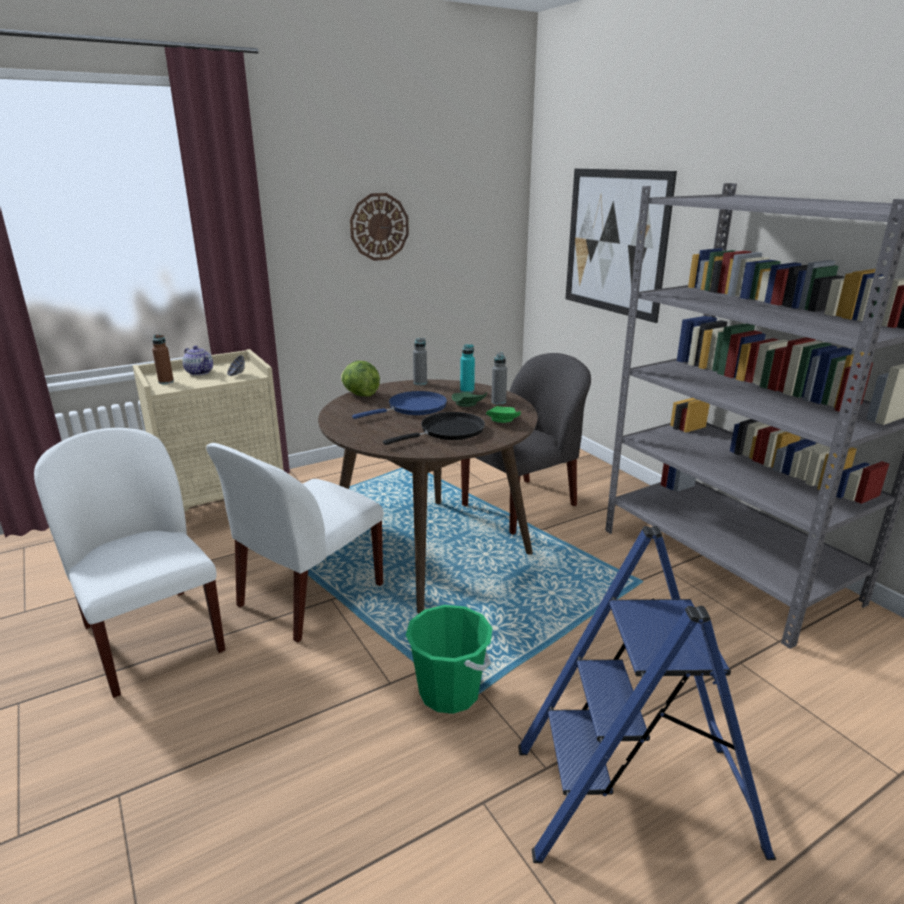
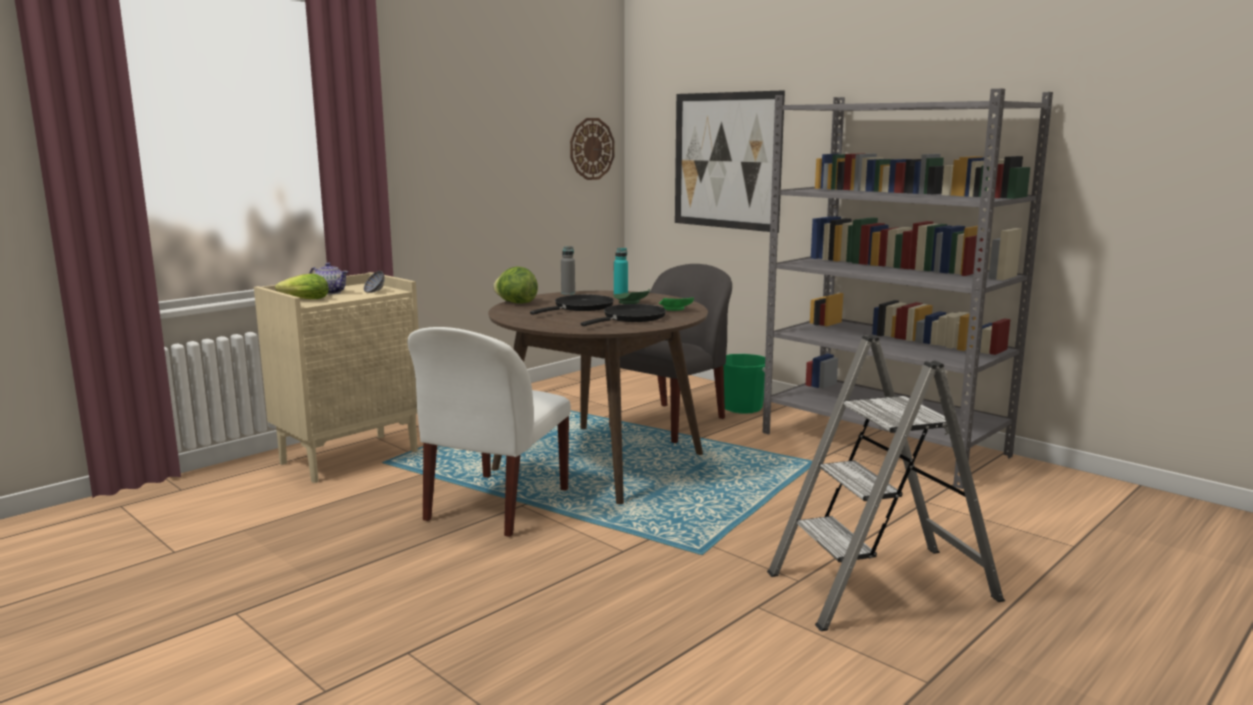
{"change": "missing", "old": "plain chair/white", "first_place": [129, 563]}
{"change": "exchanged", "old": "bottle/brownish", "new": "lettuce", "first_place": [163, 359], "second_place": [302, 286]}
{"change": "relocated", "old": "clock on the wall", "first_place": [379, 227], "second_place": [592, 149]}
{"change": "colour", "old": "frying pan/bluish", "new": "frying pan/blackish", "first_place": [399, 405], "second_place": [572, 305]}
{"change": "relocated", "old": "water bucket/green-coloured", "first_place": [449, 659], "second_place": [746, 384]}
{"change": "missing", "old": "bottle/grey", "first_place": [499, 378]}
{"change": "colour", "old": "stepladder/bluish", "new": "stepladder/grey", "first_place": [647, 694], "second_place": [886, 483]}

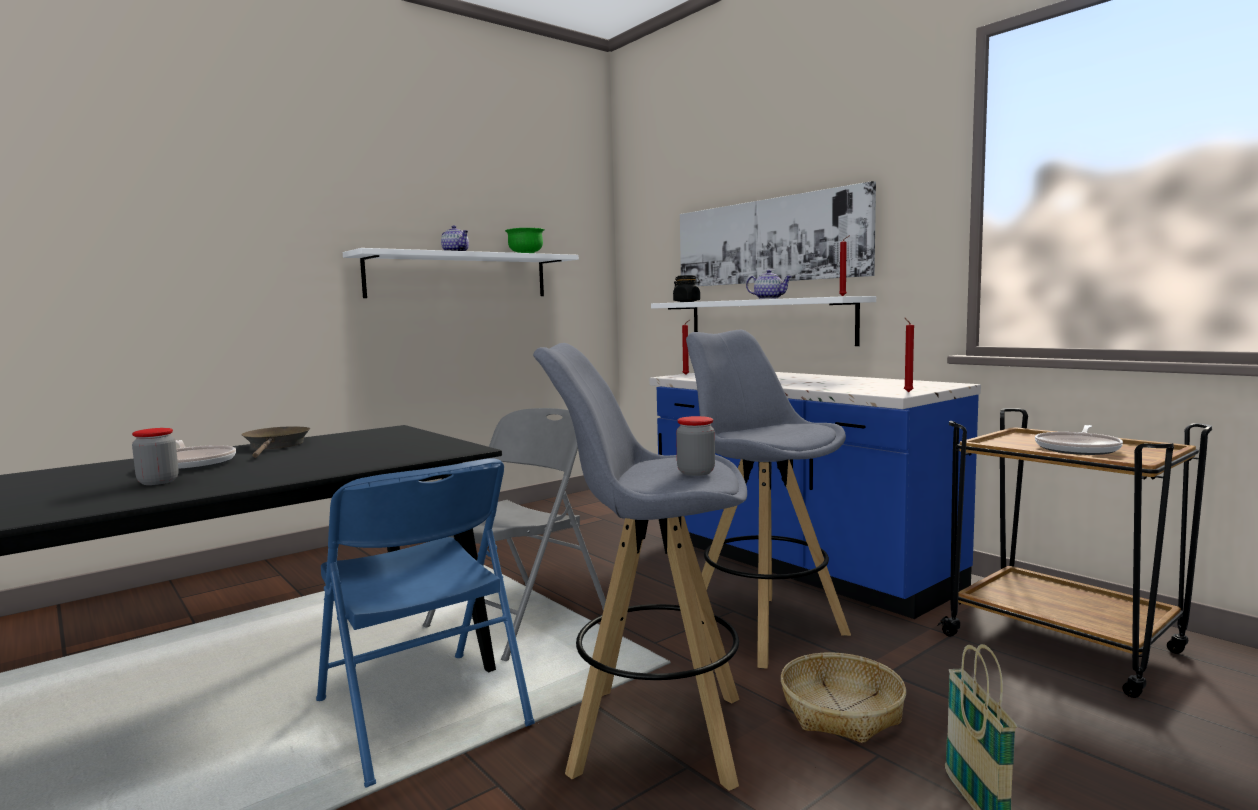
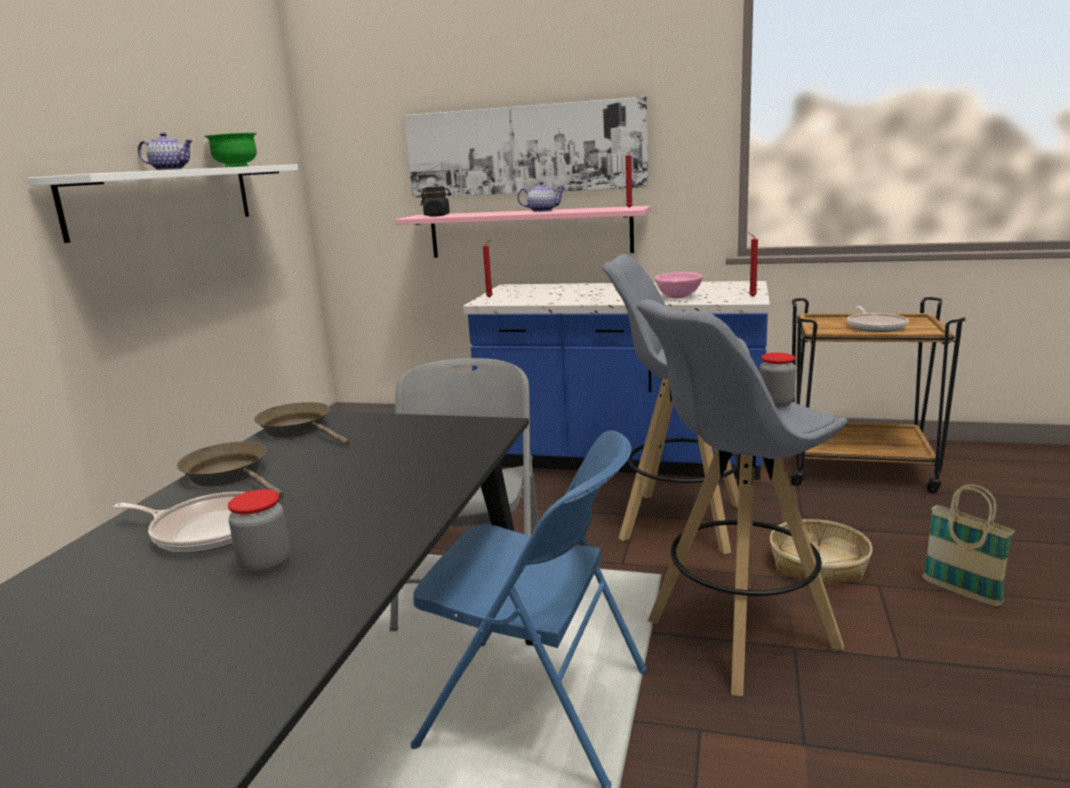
{"change": "colour", "old": "wall shelf/white", "new": "wall shelf/pink", "first_place": [763, 321], "second_place": [523, 232]}
{"change": "appeared", "new": "frying pan/brownish", "second_place": [302, 423]}
{"change": "appeared", "new": "deep dish/pink", "second_place": [679, 285]}

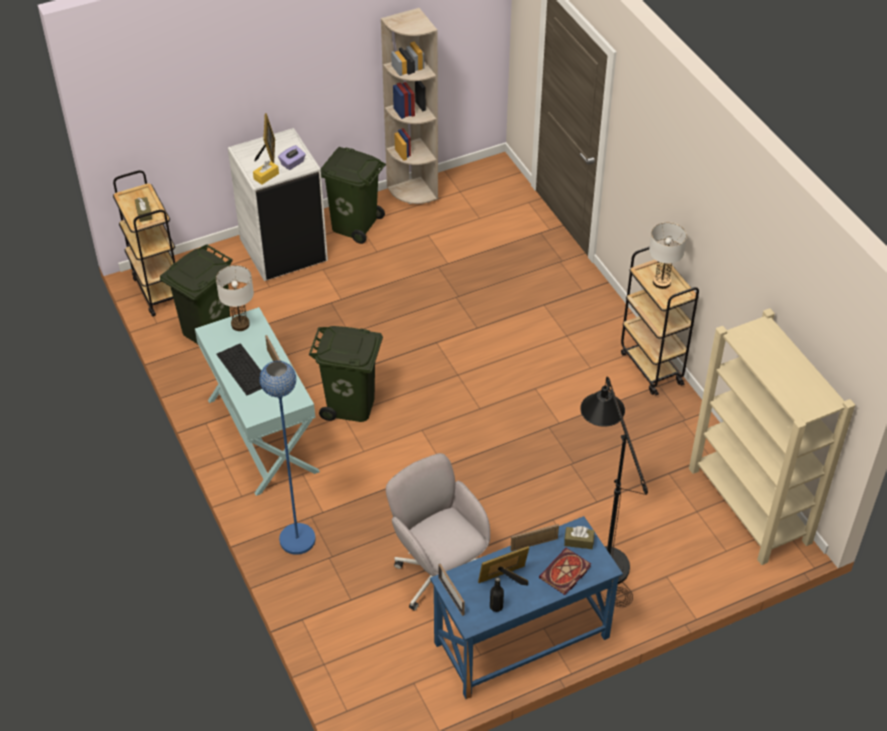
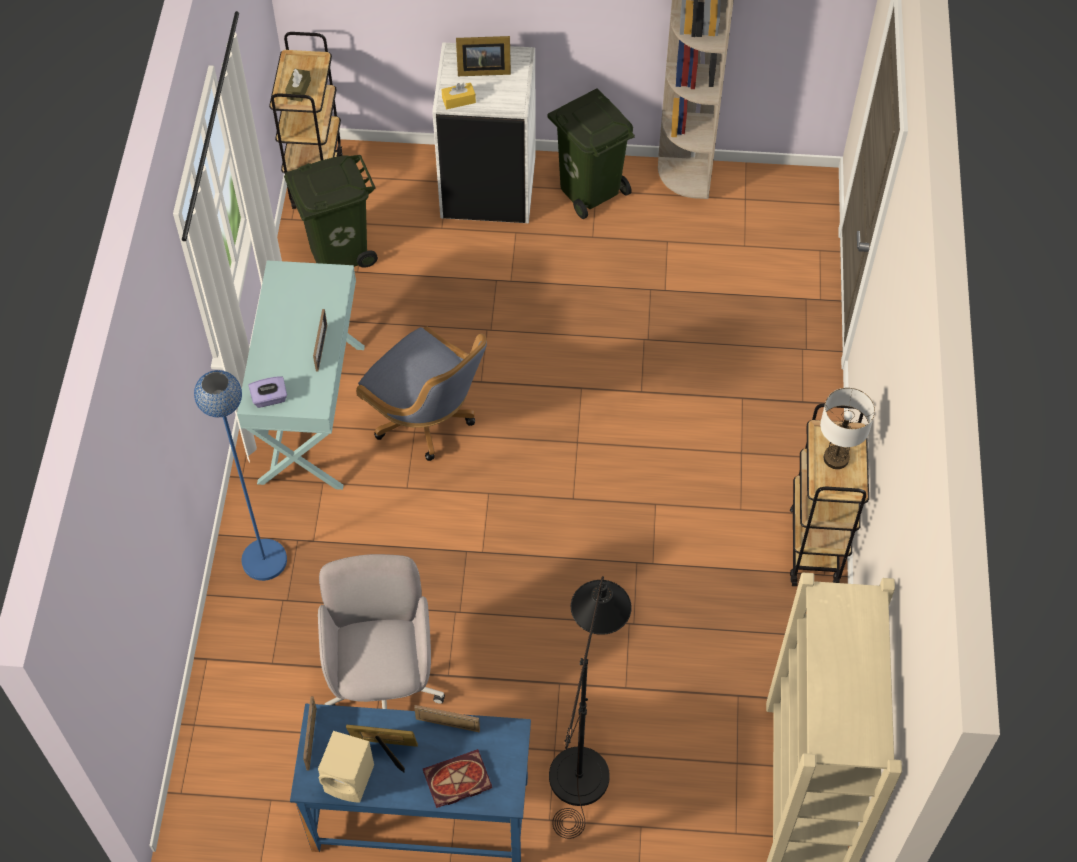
{"change": "missing", "old": "table lamp", "first_place": [235, 298]}
{"change": "missing", "old": "PC keyboard", "first_place": [239, 369]}
{"change": "spun", "old": "picture frame", "first_place": [264, 138], "second_place": [483, 56], "degrees": 60}
{"change": "relocated", "old": "tissue box/purplish", "first_place": [292, 157], "second_place": [268, 392]}
{"change": "exchanged", "old": "rubbish bin/green-coloured", "new": "computer chair/bluish", "first_place": [346, 374], "second_place": [421, 393]}
{"change": "exchanged", "old": "bottle/blackish", "new": "loudspeaker/sand-coloured", "first_place": [497, 594], "second_place": [346, 767]}
{"change": "missing", "old": "tissue box/brownish", "first_place": [579, 537]}

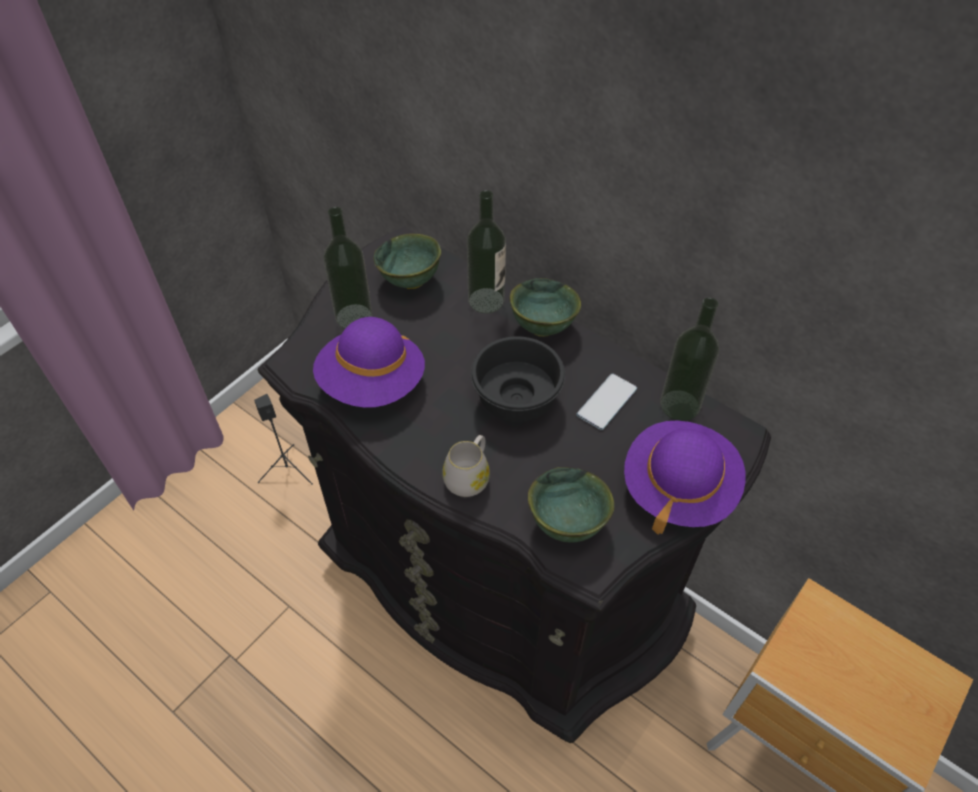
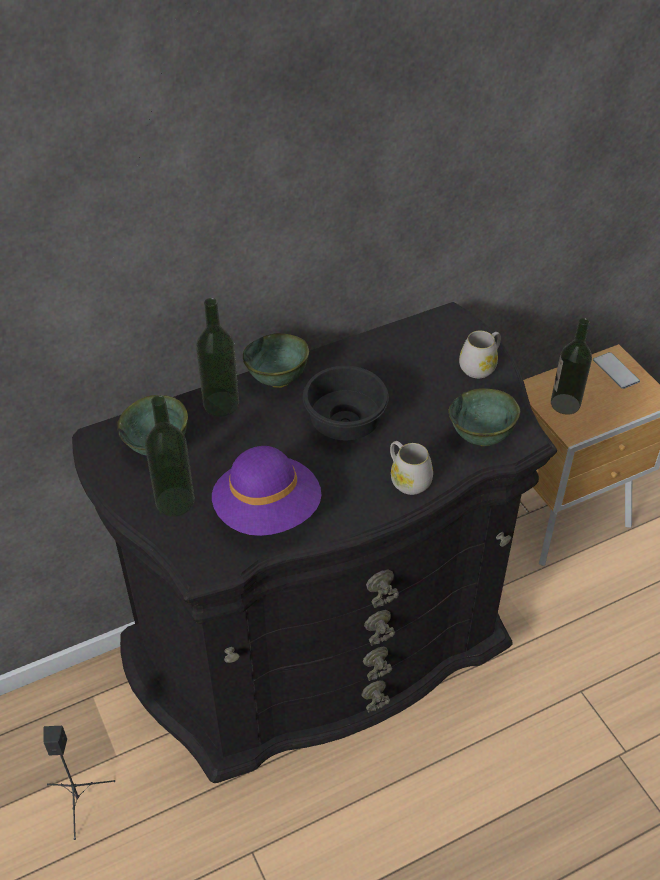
{"change": "relocated", "old": "telephone", "first_place": [607, 402], "second_place": [616, 370]}
{"change": "exchanged", "old": "wearable hat/purplish", "new": "mug/white", "first_place": [685, 478], "second_place": [480, 354]}
{"change": "relocated", "old": "bottle", "first_place": [689, 359], "second_place": [571, 366]}

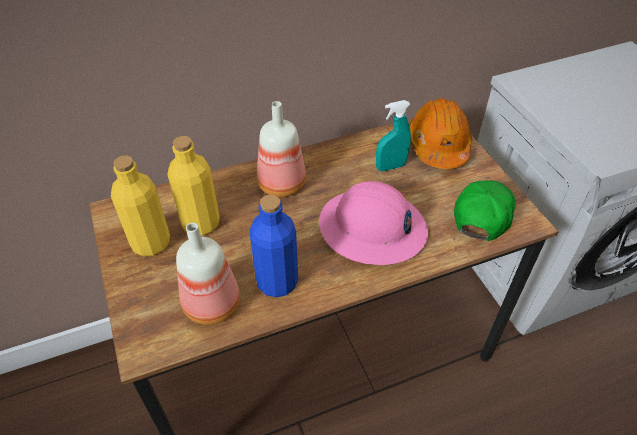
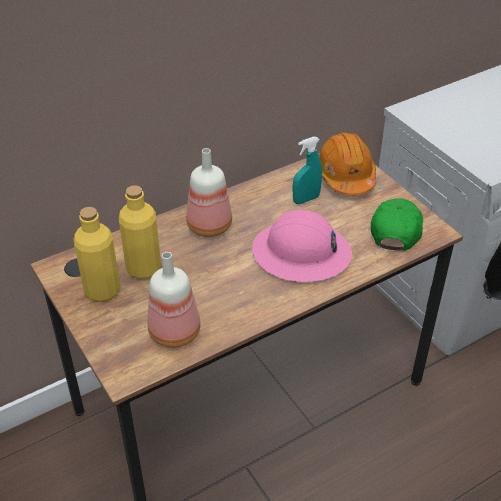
{"change": "missing", "old": "bottle/bluish", "first_place": [273, 246]}

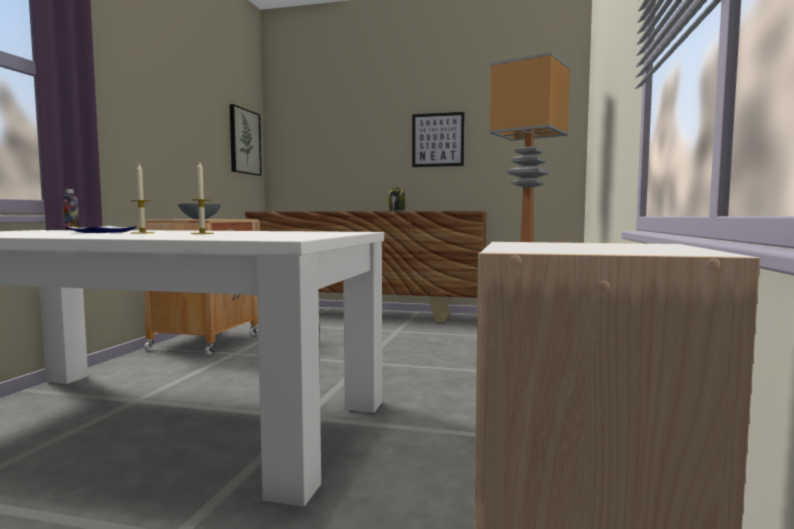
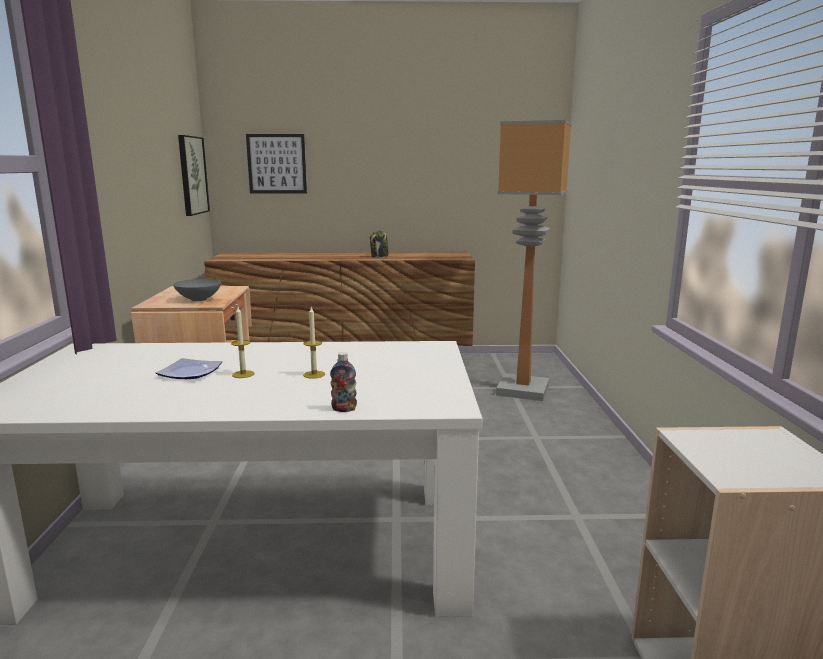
{"change": "relocated", "old": "bottle", "first_place": [70, 209], "second_place": [343, 382]}
{"change": "relocated", "old": "wall art", "first_place": [438, 139], "second_place": [276, 164]}

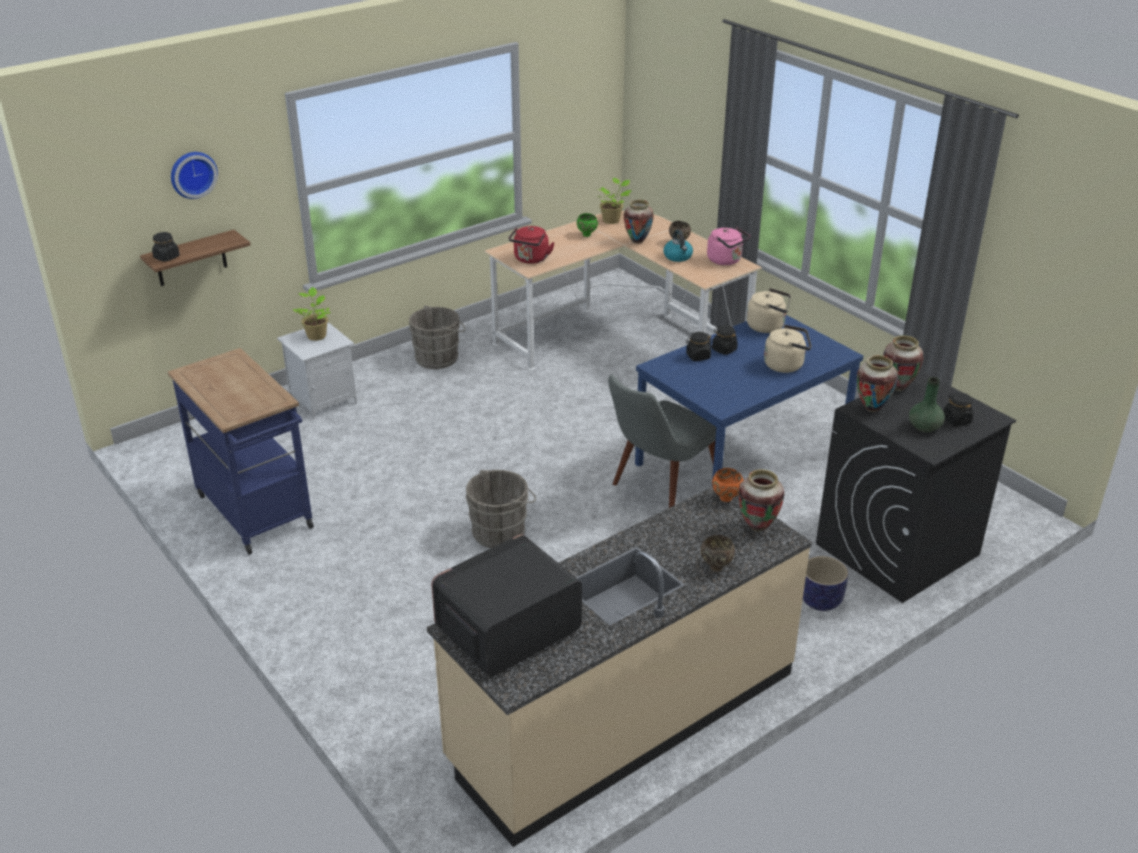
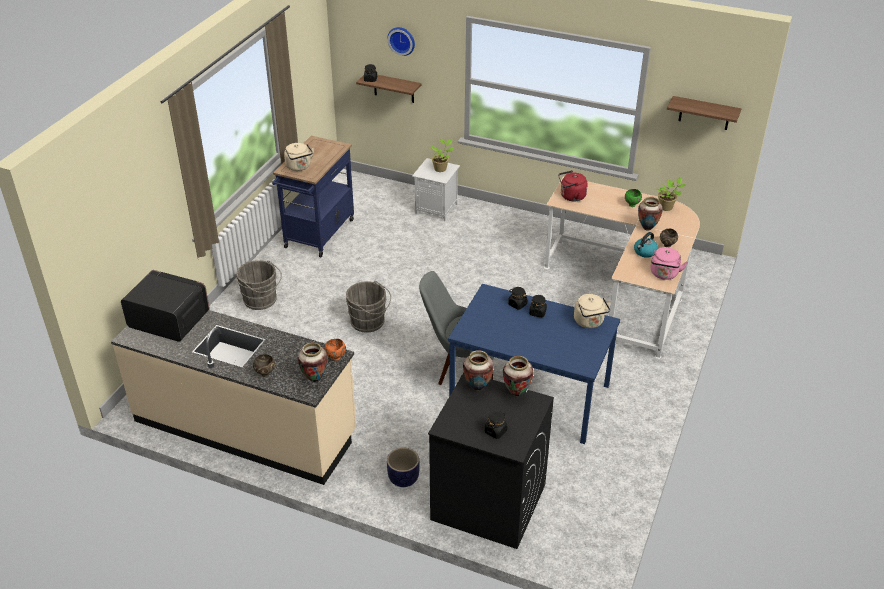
{"change": "relocated", "old": "water bucket/grey", "first_place": [437, 337], "second_place": [259, 285]}
{"change": "relocated", "old": "tea kettle/sand-coloured", "first_place": [788, 349], "second_place": [299, 157]}
{"change": "missing", "old": "vase/green-coloured", "first_place": [927, 404]}
{"change": "appeared", "new": "wall shelf", "second_place": [704, 113]}

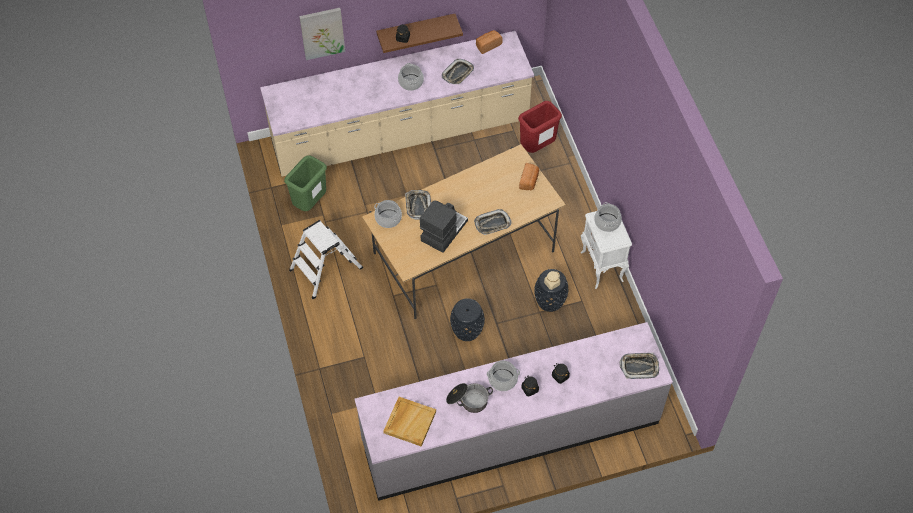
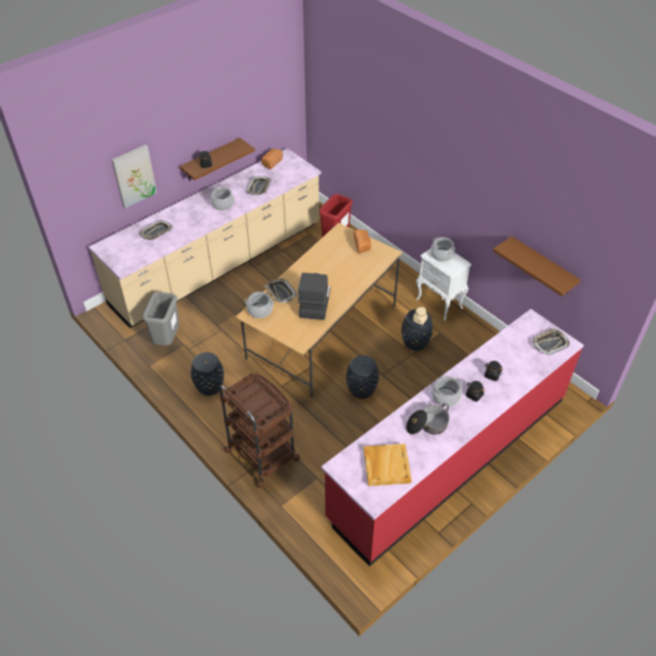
{"change": "colour", "old": "rubbish bin/green-coloured", "new": "rubbish bin/grey", "first_place": [305, 183], "second_place": [160, 319]}
{"change": "exchanged", "old": "stepladder/white", "new": "stool/blackish", "first_place": [326, 259], "second_place": [207, 374]}
{"change": "colour", "old": "kitchen base unit/grey", "new": "kitchen base unit/red", "first_place": [514, 411], "second_place": [452, 438]}
{"change": "relocated", "old": "carrying tray", "first_place": [493, 222], "second_place": [156, 230]}
{"change": "appeared", "new": "wheeled cart/brownish", "second_place": [259, 430]}
{"change": "appeared", "new": "wall shelf/brownish", "second_place": [537, 266]}

